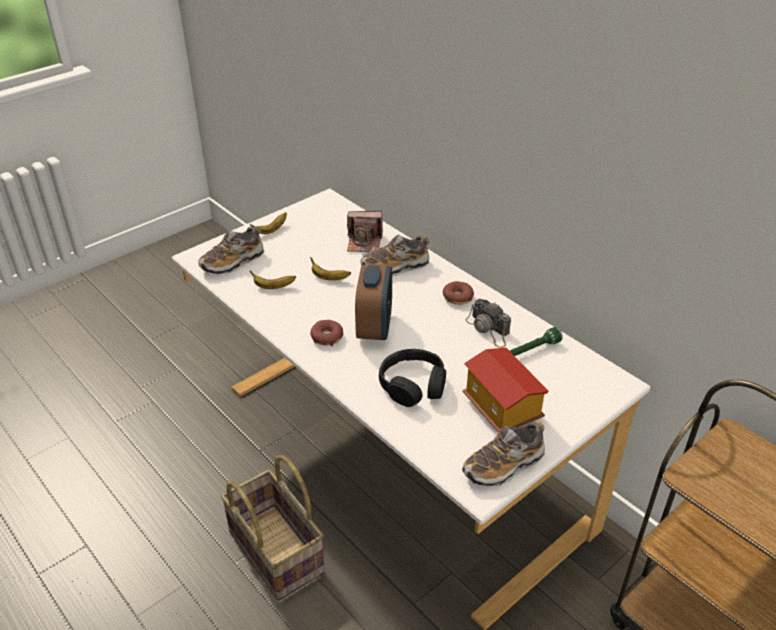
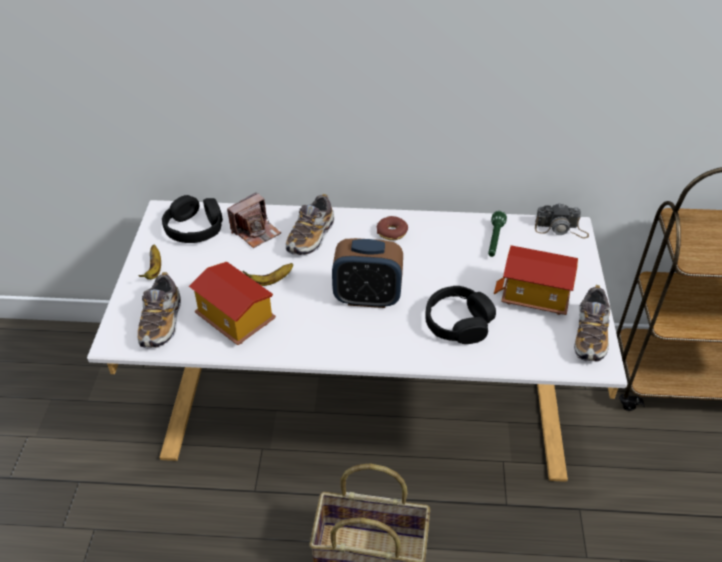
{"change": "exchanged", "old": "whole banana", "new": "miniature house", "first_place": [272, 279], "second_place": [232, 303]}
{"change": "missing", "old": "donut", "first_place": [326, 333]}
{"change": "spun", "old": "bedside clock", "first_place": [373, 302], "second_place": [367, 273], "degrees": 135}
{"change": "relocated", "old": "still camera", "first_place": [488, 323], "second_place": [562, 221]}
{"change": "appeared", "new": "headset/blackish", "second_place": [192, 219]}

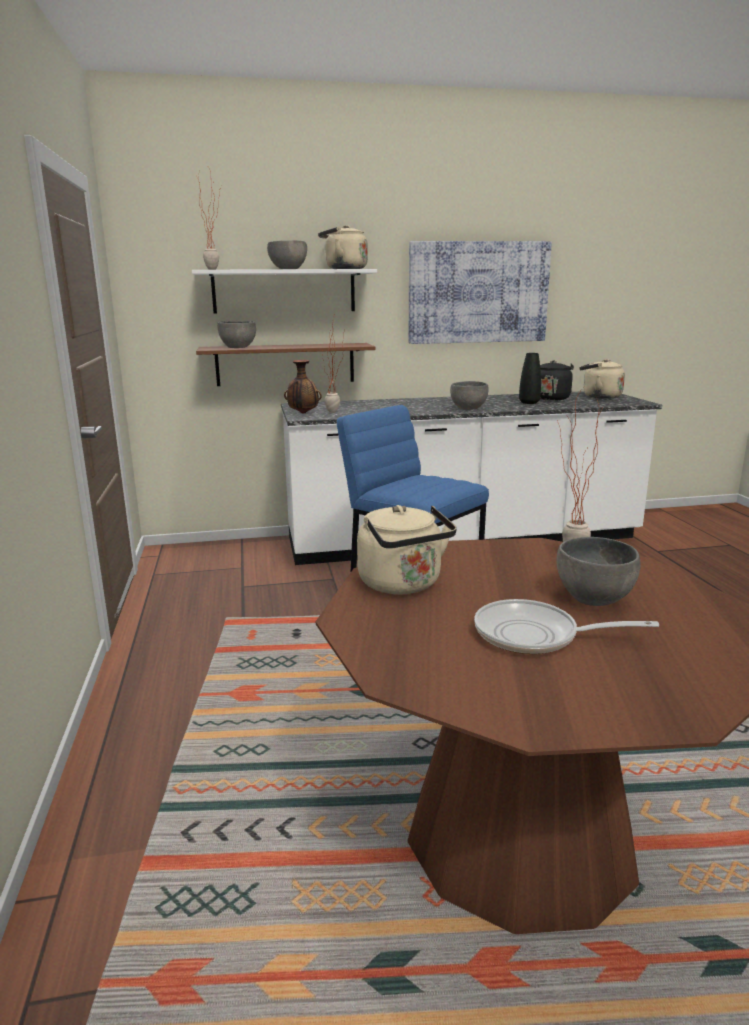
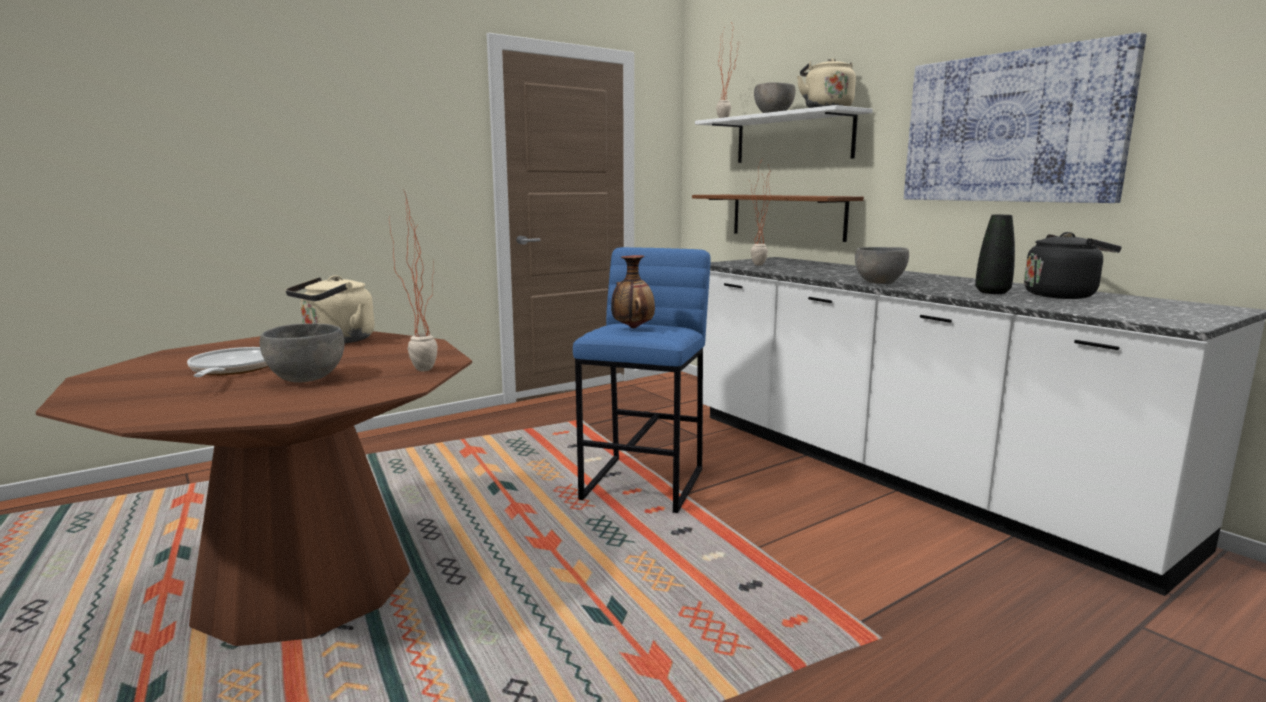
{"change": "missing", "old": "deep dish/grey", "first_place": [236, 334]}
{"change": "relocated", "old": "vase", "first_place": [303, 387], "second_place": [633, 291]}
{"change": "missing", "old": "tea kettle/sand-coloured", "first_place": [602, 379]}

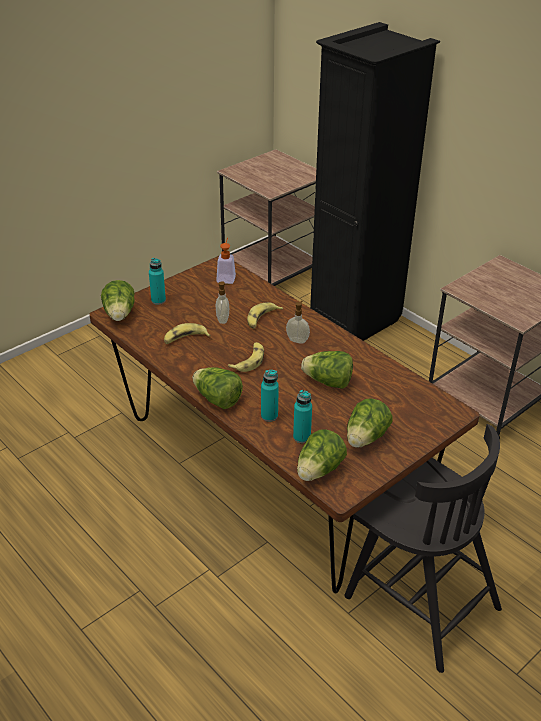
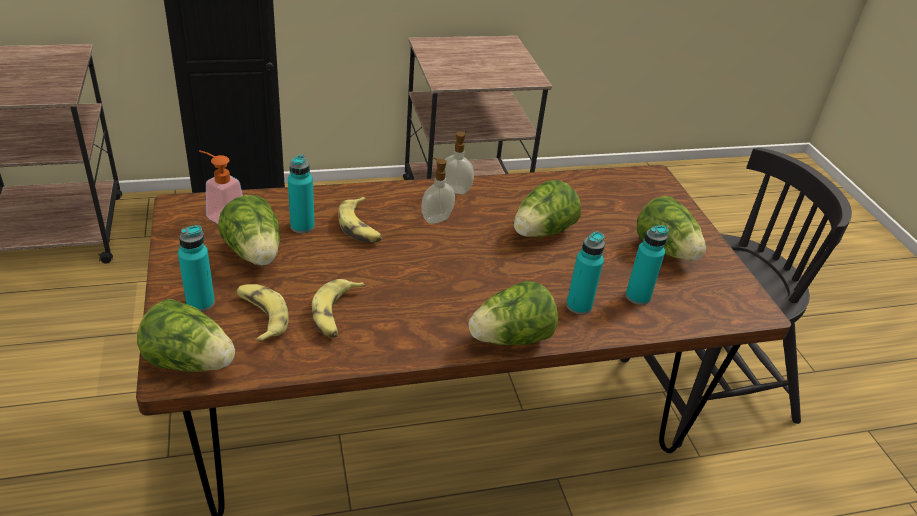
{"change": "relocated", "old": "soap bottle", "first_place": [223, 302], "second_place": [459, 163]}
{"change": "relocated", "old": "whole banana", "first_place": [246, 357], "second_place": [262, 313]}
{"change": "relocated", "old": "lettuce", "first_place": [322, 455], "second_place": [249, 230]}
{"change": "appeared", "new": "bottle/turquoise", "second_place": [301, 194]}

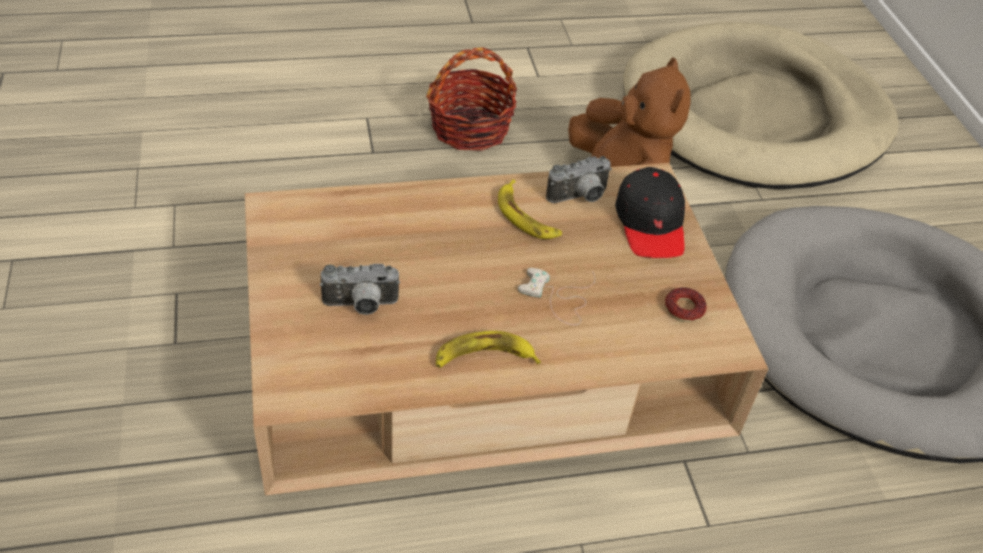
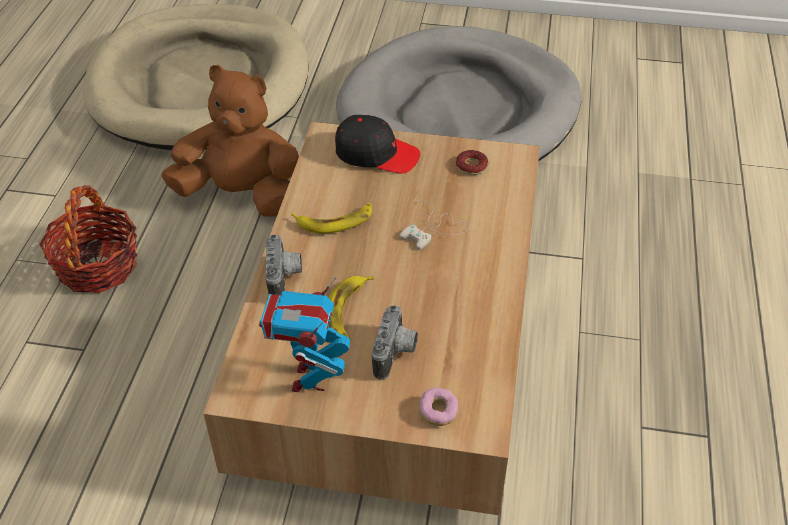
{"change": "relocated", "old": "whole banana", "first_place": [488, 349], "second_place": [351, 307]}
{"change": "relocated", "old": "still camera", "first_place": [579, 179], "second_place": [283, 265]}
{"change": "appeared", "new": "model robot", "second_place": [304, 334]}
{"change": "appeared", "new": "donut", "second_place": [438, 406]}

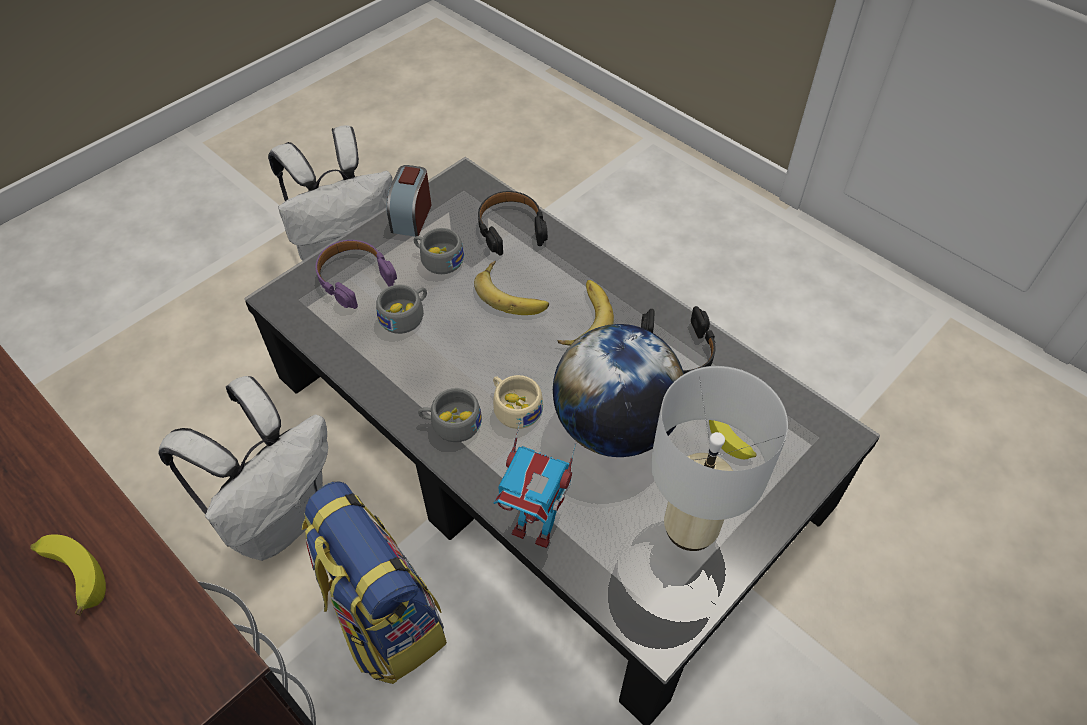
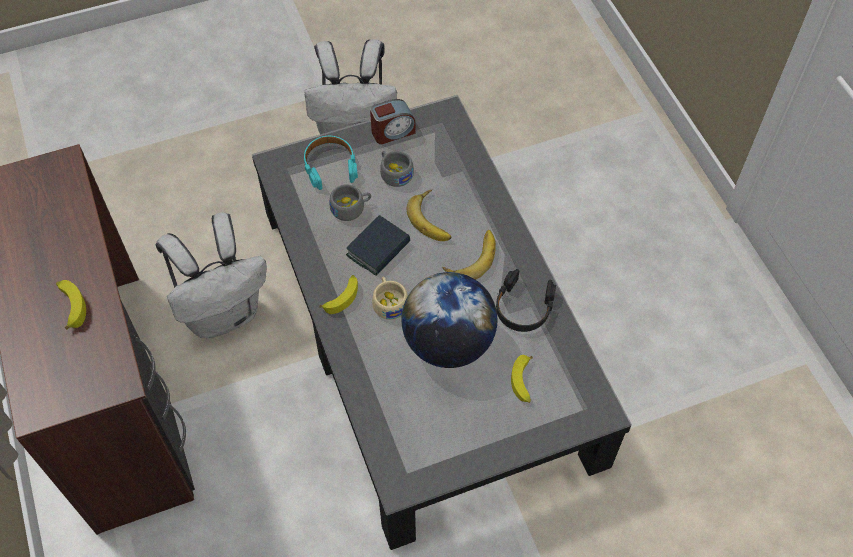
{"change": "missing", "old": "knapsack", "first_place": [374, 583]}
{"change": "colour", "old": "headset/purplish", "new": "headset/turquoise", "first_place": [356, 274], "second_place": [331, 163]}
{"change": "spun", "old": "bedside clock", "first_place": [408, 201], "second_place": [393, 121], "degrees": -150}
{"change": "exchanged", "old": "cup/grey", "new": "whole banana", "first_place": [450, 415], "second_place": [339, 294]}
{"change": "missing", "old": "headset/blackish", "first_place": [513, 223]}
{"change": "missing", "old": "model robot", "first_place": [535, 485]}
{"change": "missing", "old": "table lamp/white", "first_place": [719, 458]}
{"change": "appeared", "new": "volume", "second_place": [378, 245]}

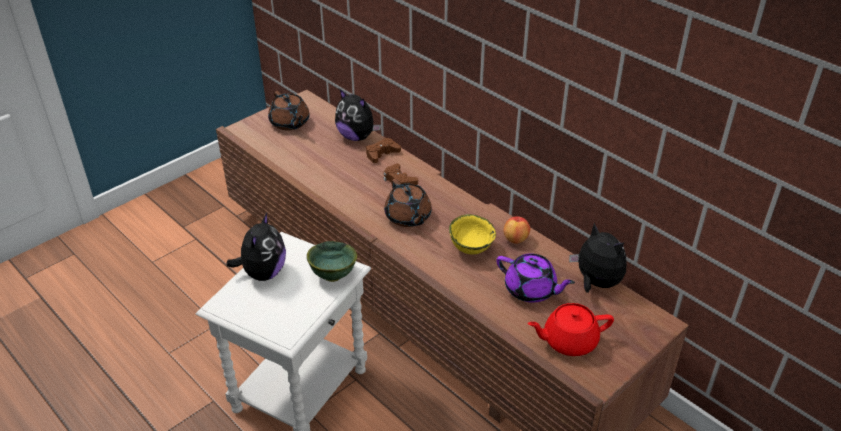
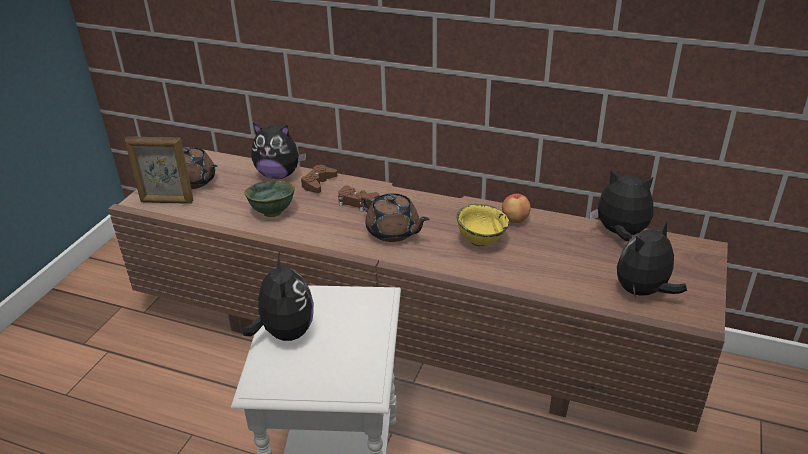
{"change": "relocated", "old": "deep dish/green-coloured", "first_place": [332, 261], "second_place": [270, 198]}
{"change": "missing", "old": "pot for tea/purplish", "first_place": [535, 278]}
{"change": "exchanged", "old": "pot for tea/red", "new": "plush toy", "first_place": [571, 329], "second_place": [652, 257]}
{"change": "appeared", "new": "picture frame", "second_place": [159, 170]}

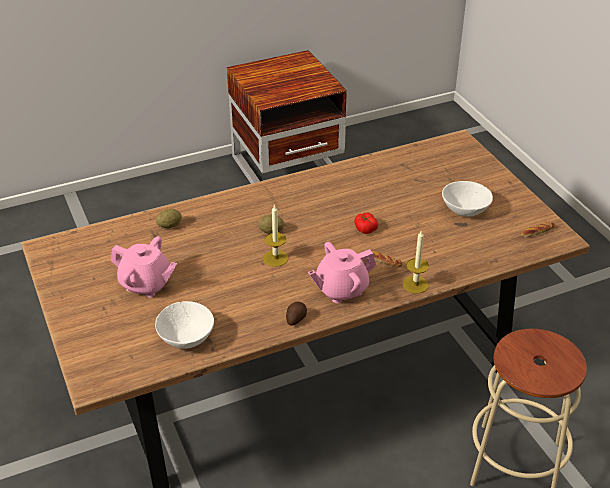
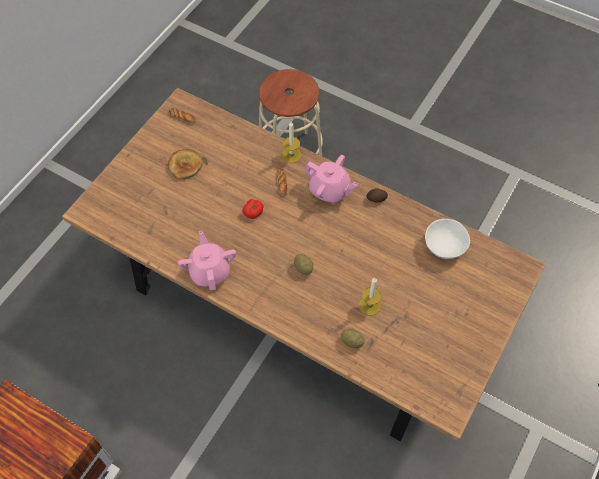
{"change": "relocated", "old": "pot for tea/pink", "first_place": [144, 266], "second_place": [207, 260]}
{"change": "relocated", "old": "wax candle", "first_place": [275, 235], "second_place": [370, 296]}
{"change": "exchanged", "old": "deep dish/white", "new": "baked bread", "first_place": [467, 199], "second_place": [185, 164]}

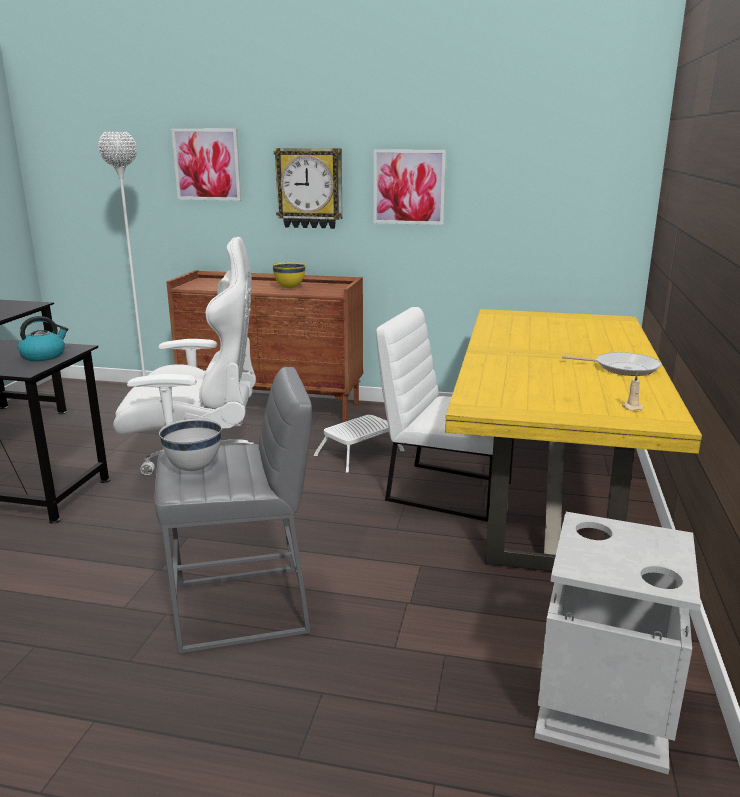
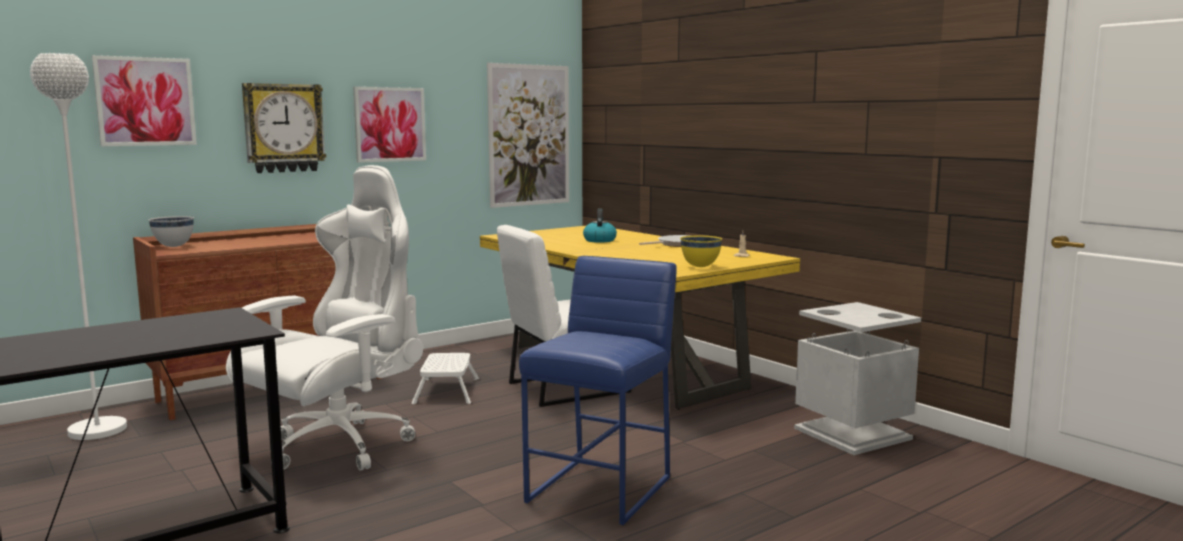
{"change": "relocated", "old": "tea kettle", "first_place": [43, 338], "second_place": [600, 226]}
{"change": "colour", "old": "stool/grey", "new": "stool/bluish", "first_place": [233, 510], "second_place": [598, 390]}
{"change": "relocated", "old": "deep dish/white", "first_place": [190, 445], "second_place": [171, 231]}
{"change": "relocated", "old": "deep dish/yellow-coloured", "first_place": [289, 275], "second_place": [701, 251]}
{"change": "appeared", "new": "wall art", "second_place": [528, 135]}

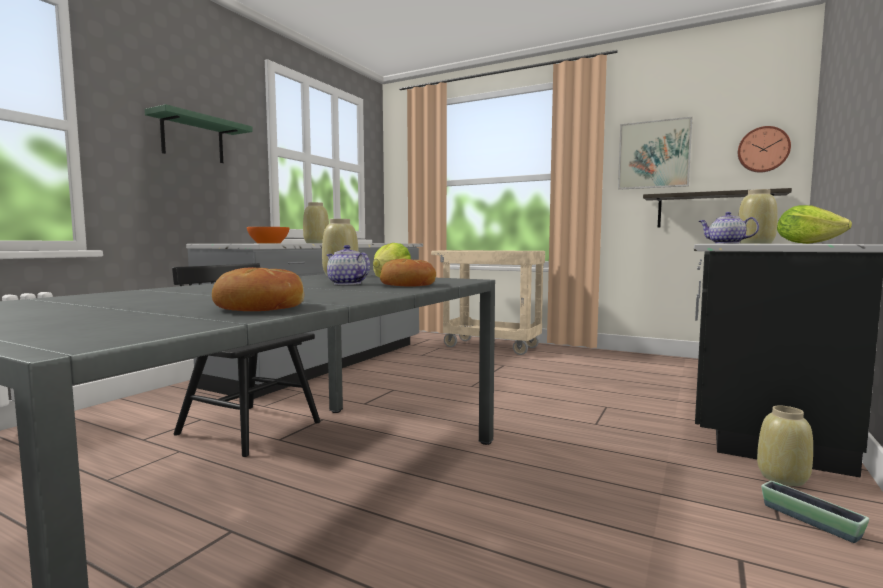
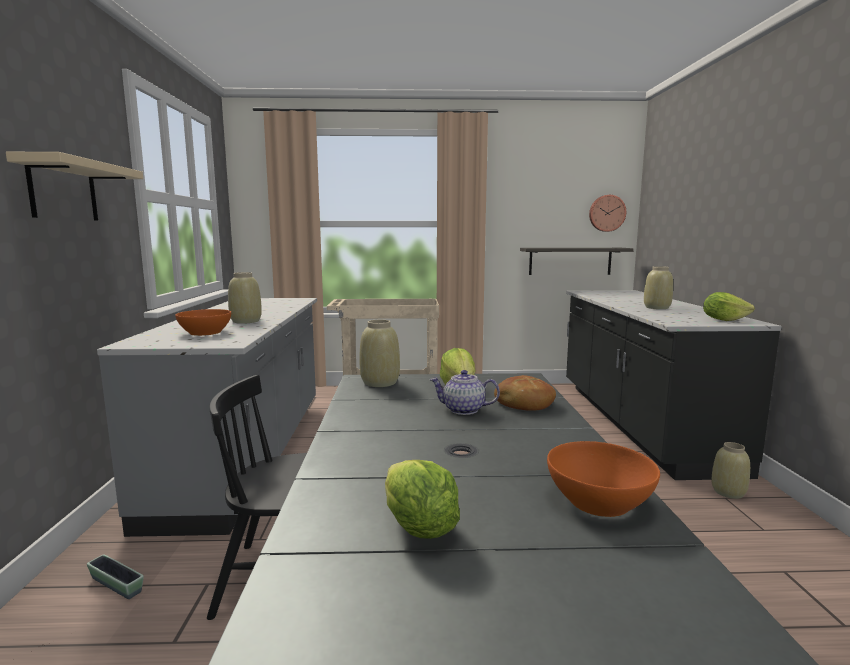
{"change": "colour", "old": "wall shelf/green-coloured", "new": "wall shelf/sand-coloured", "first_place": [199, 133], "second_place": [74, 186]}
{"change": "exchanged", "old": "baked bread", "new": "deep dish/orangey", "first_place": [258, 289], "second_place": [603, 479]}
{"change": "missing", "old": "wall art", "first_place": [655, 153]}
{"change": "missing", "old": "pot for tea", "first_place": [729, 228]}
{"change": "relocated", "old": "planter", "first_place": [815, 512], "second_place": [115, 576]}
{"change": "appeared", "new": "lettuce", "second_place": [422, 499]}

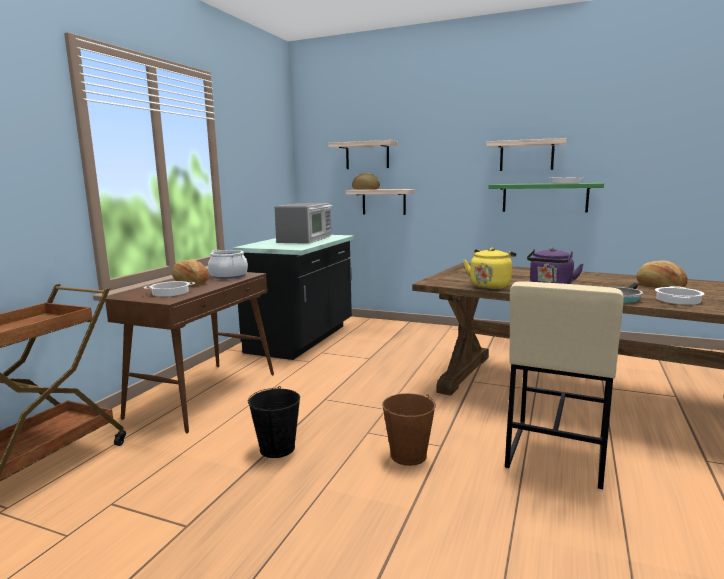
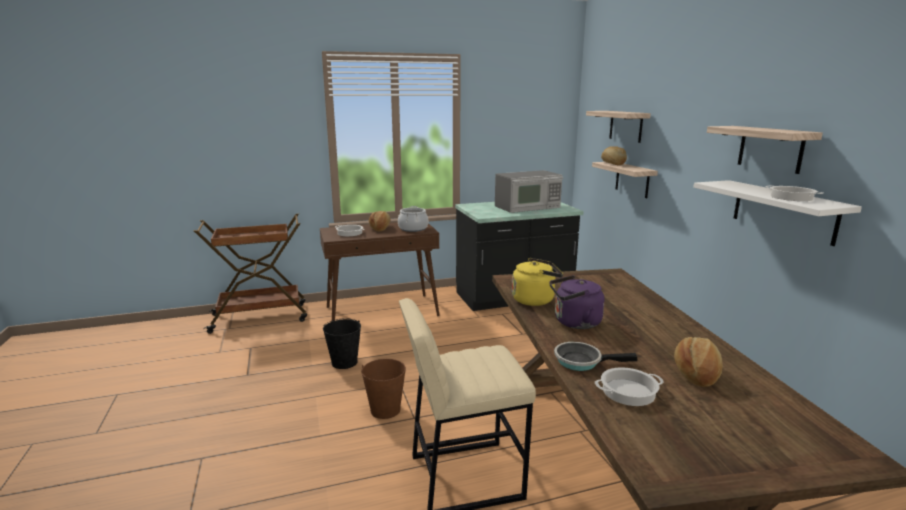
{"change": "colour", "old": "wall shelf/green-coloured", "new": "wall shelf/white", "first_place": [546, 197], "second_place": [777, 213]}

